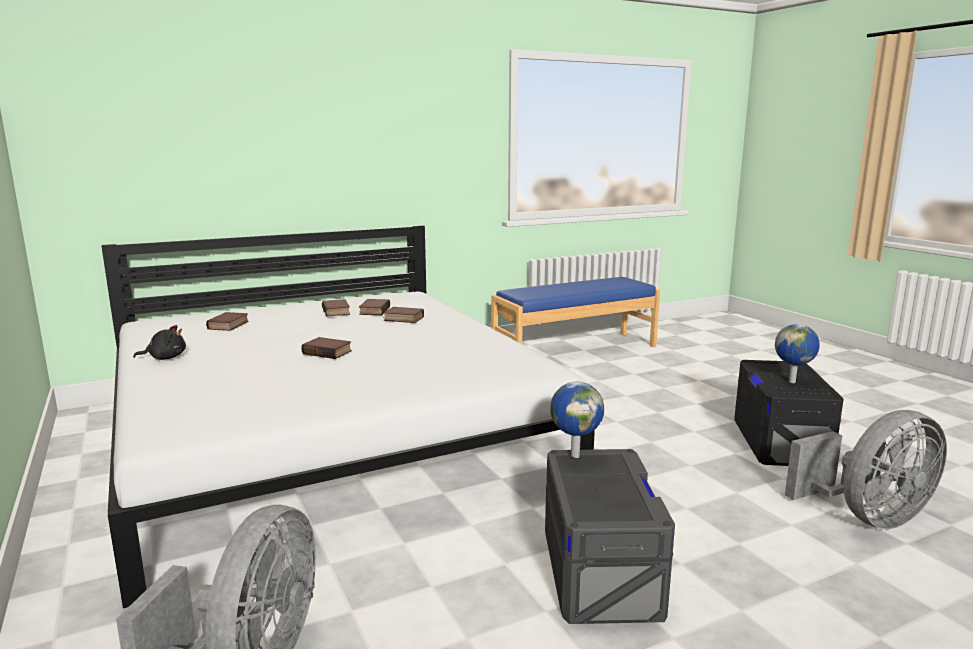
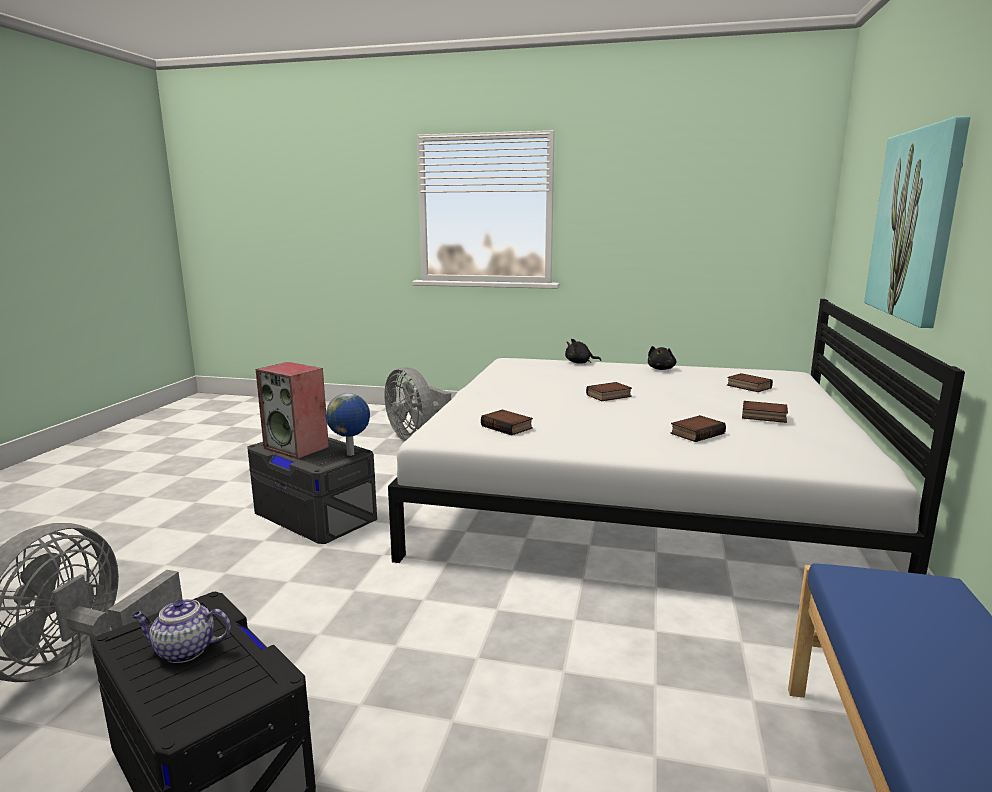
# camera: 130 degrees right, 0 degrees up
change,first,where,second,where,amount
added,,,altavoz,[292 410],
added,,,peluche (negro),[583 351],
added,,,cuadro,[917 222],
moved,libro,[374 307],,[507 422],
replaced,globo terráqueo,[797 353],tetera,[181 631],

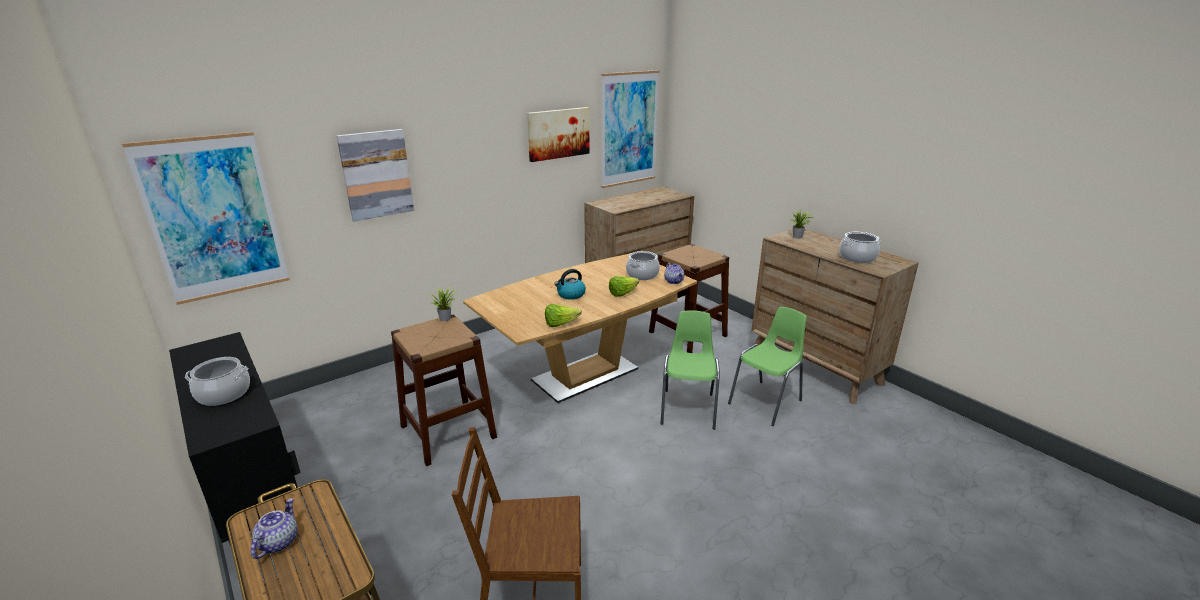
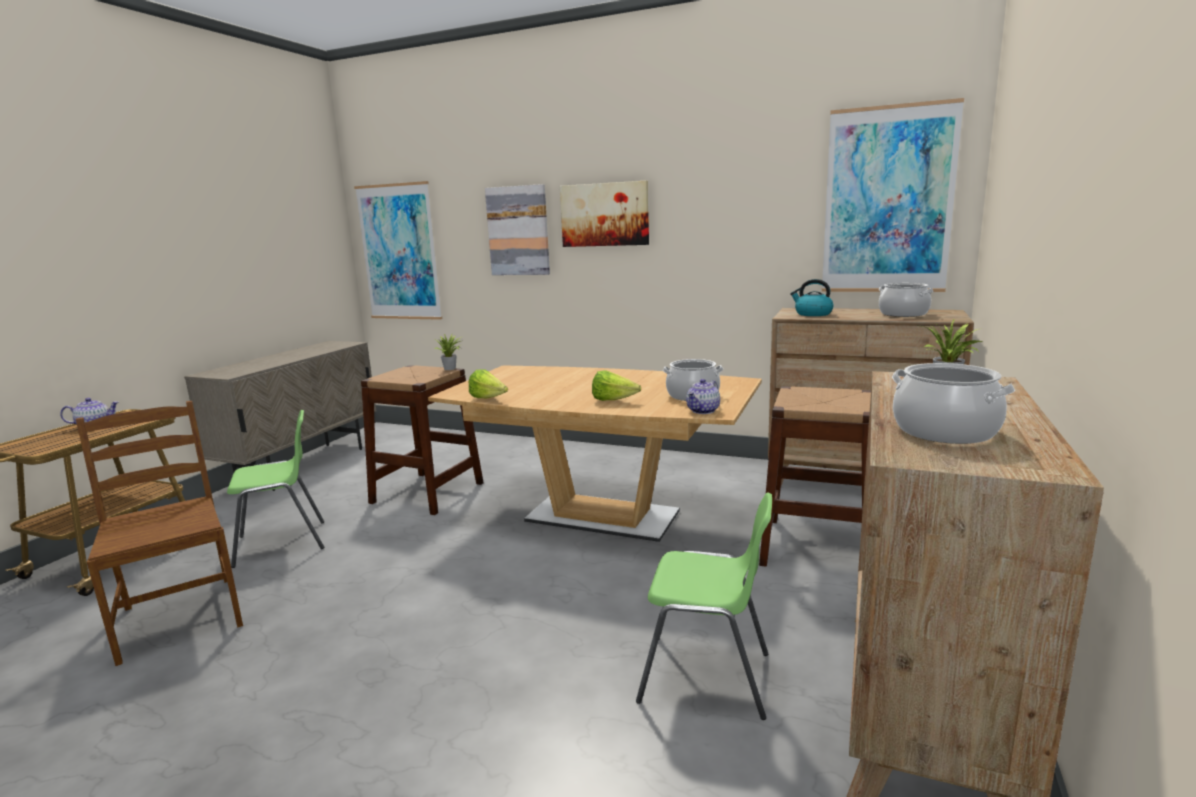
# camera: 60 degrees right, 10 degrees down
change,first,where,second,where,amount
moved,olla,[217 381],,[906 300],
moved,cuadro,[558 134],,[604 214],
moved,hervidor,[570 284],,[811 297],
moved,silla (verde),[690 370],,[275 489],
recoloured,armario (negro),[235 439],armario (beis),[280 416],

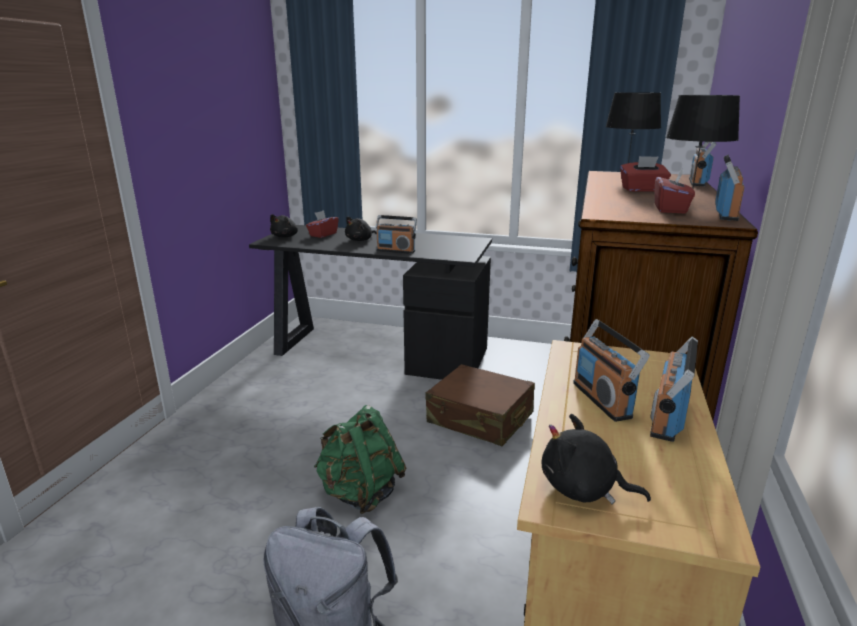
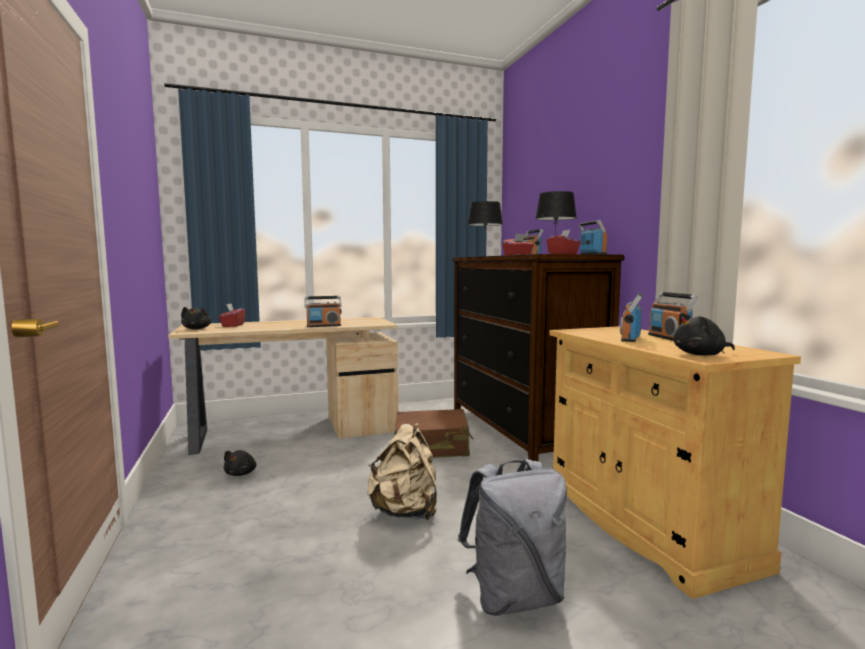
# camera: 35 degrees left, 15 degrees down
change,first,where,second,where,amount
moved,peluche (negro),[360 229],,[239 463],
recoloured,escritorio (negro),[370 302],escritorio (beis),[283 386],
recoloured,mochila (verde),[360 459],mochila (beis),[402 471],
turned,radio,[611 370],,[631 317],75 degrees clockwise

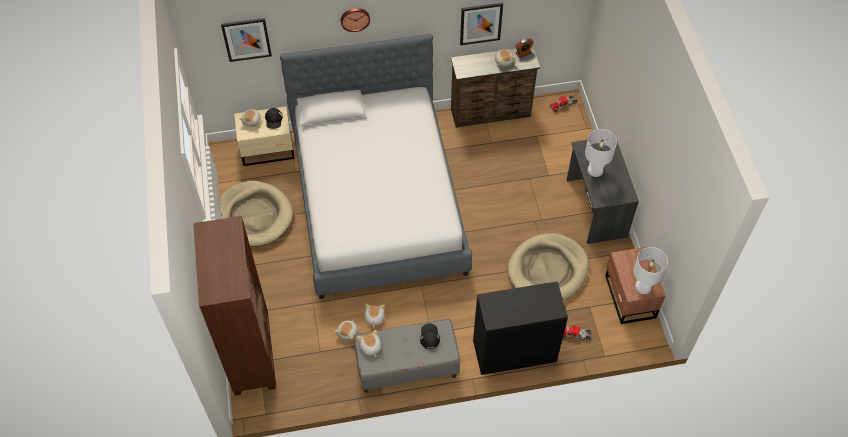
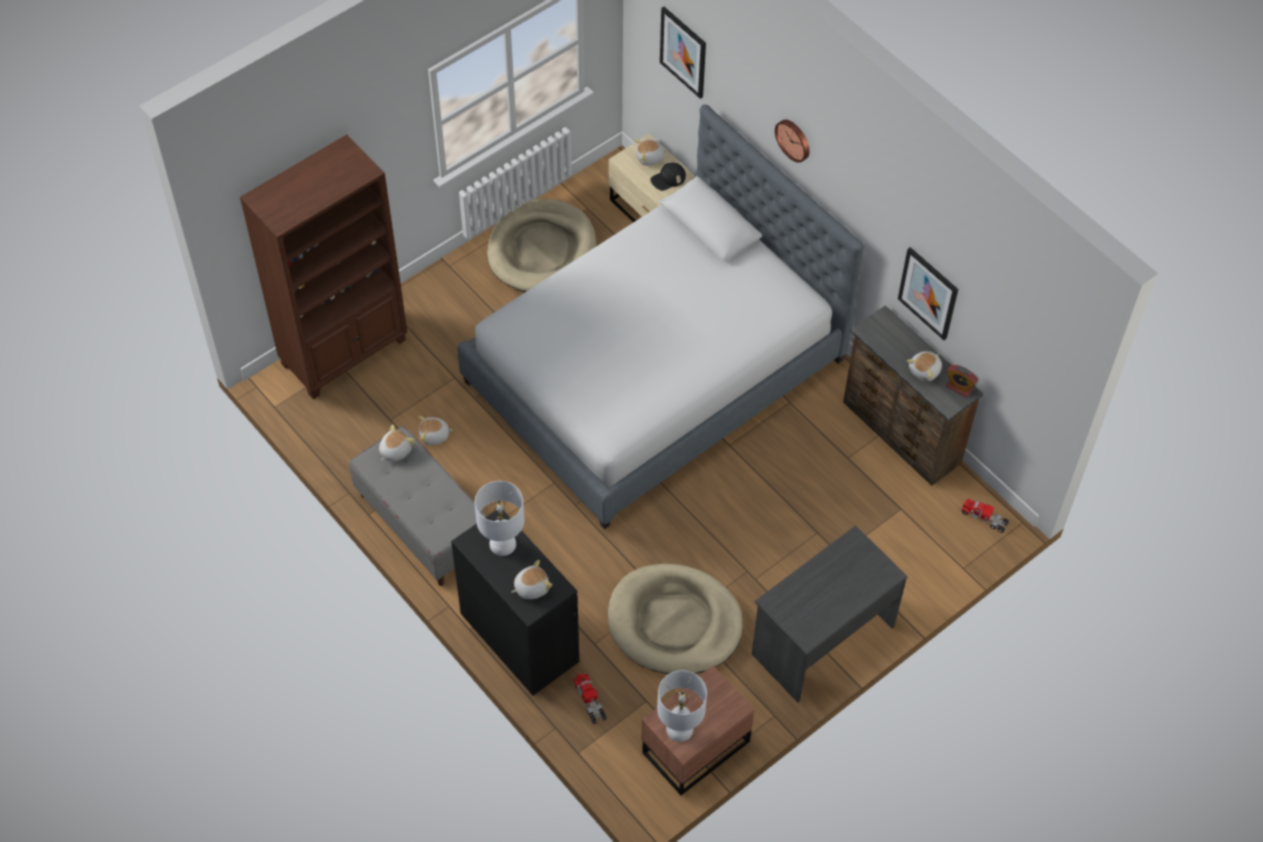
# camera: 60 degrees right, 0 degrees up
change,first,where,second,where,amount
removed,gorra (negro),[430 336],,,
moved,peluche,[375 316],,[531 579],
moved,lámpara de mesa (blanco),[601 153],,[499 518],

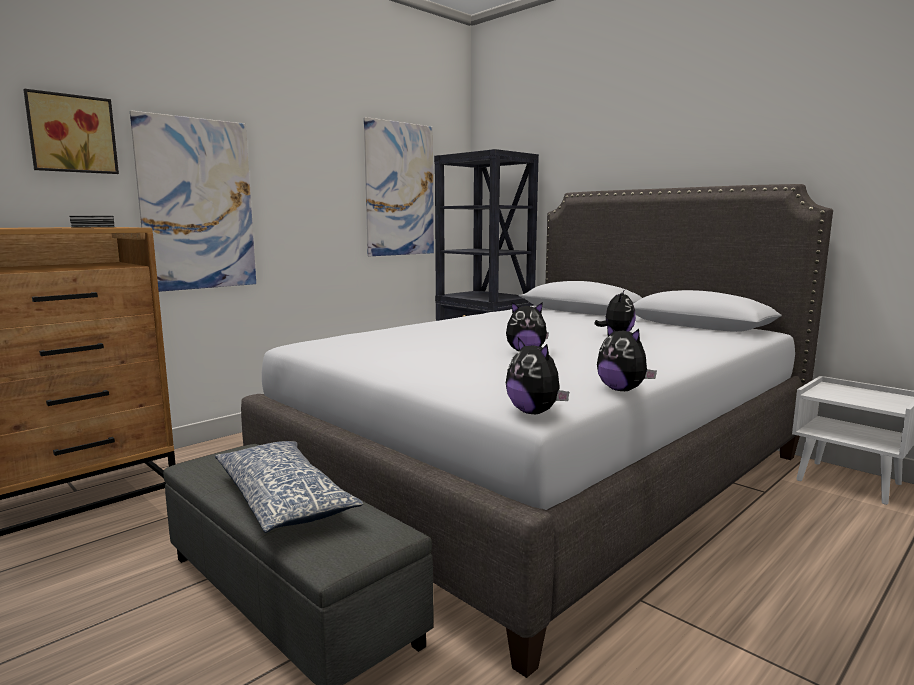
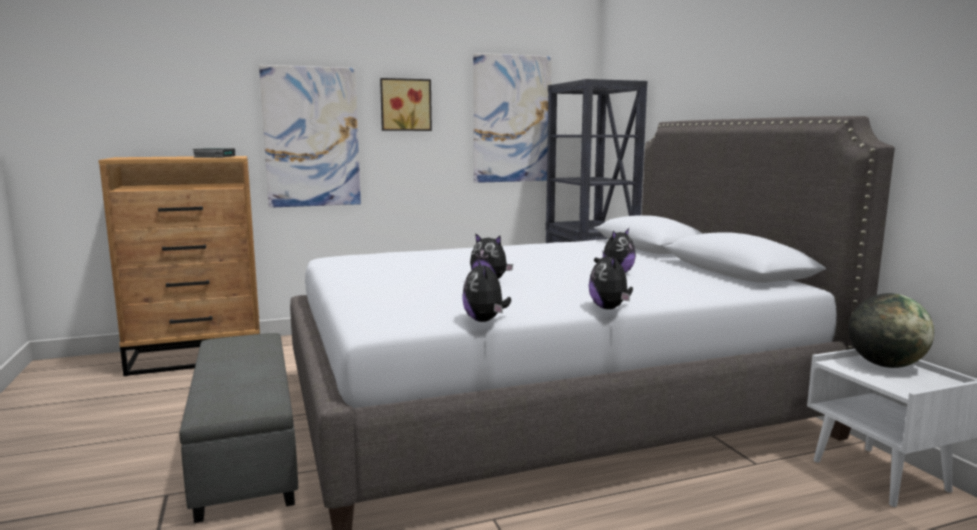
# camera: 25 degrees right, 0 degrees up
change,first,where,second,where,amount
removed,cojín,[289 487],,,
added,,,globo terráqueo,[891 330],
moved,cuadro,[71 131],,[406 104],
moved,peluche,[537 375],,[611 279],

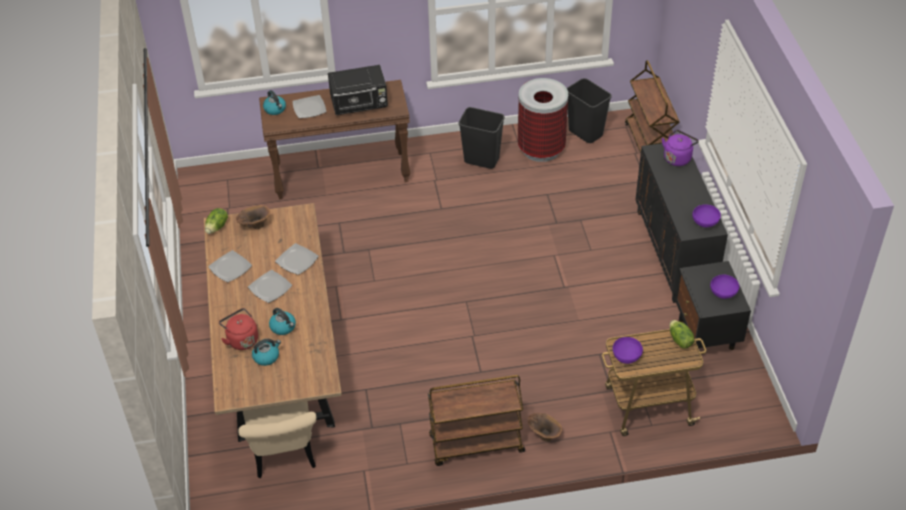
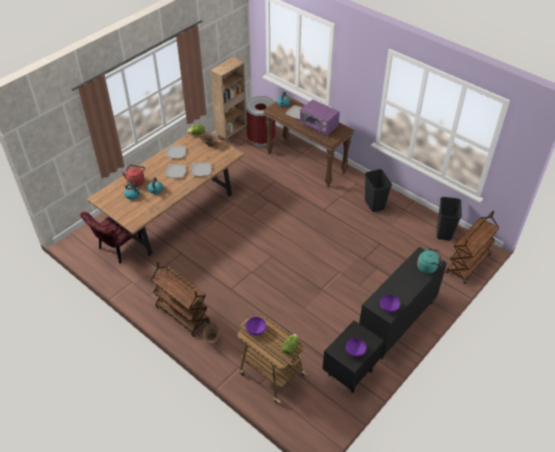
# camera: 50 degrees right, 0 degrees up
change,first,where,second,where,amount
added,,,estantería (marrón),[228 101],
moved,papelera,[543 120],,[261 121],
recoloured,silla (beis),[277 439],silla (rojo),[112 237],
recoloured,microondas (negro),[358 90],microondas (morado),[320 118],
recoloured,hervidor (morado),[680 148],hervidor (turquesa),[429 261],

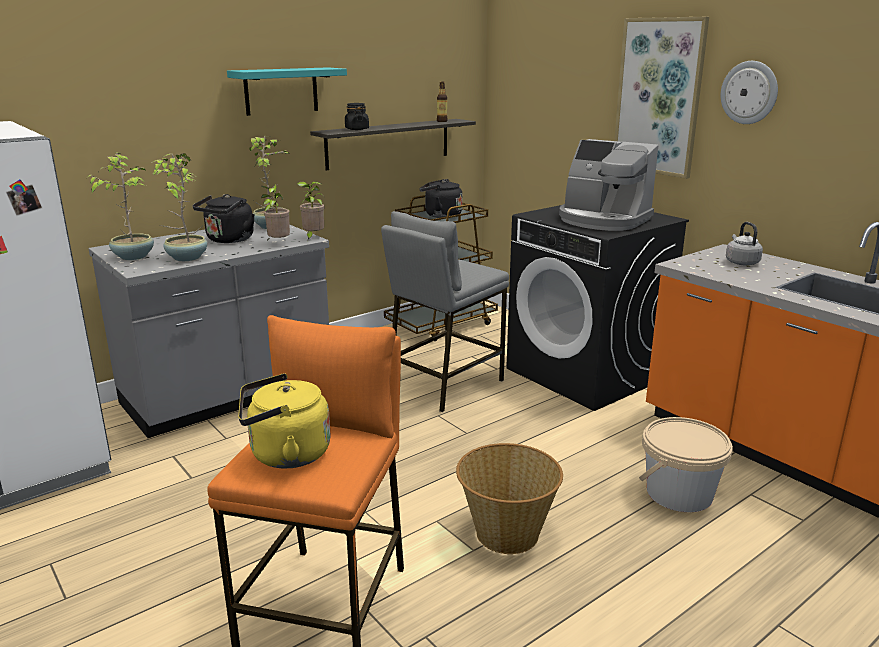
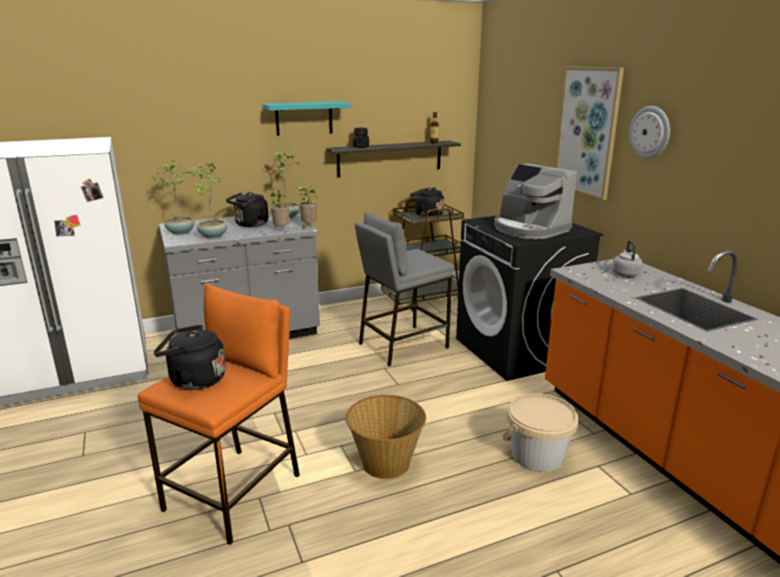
# camera: 15 degrees right, 0 degrees up
change,first,where,second,where,amount
recoloured,hervidor (amarillo),[284 421],hervidor (negro),[190 357],

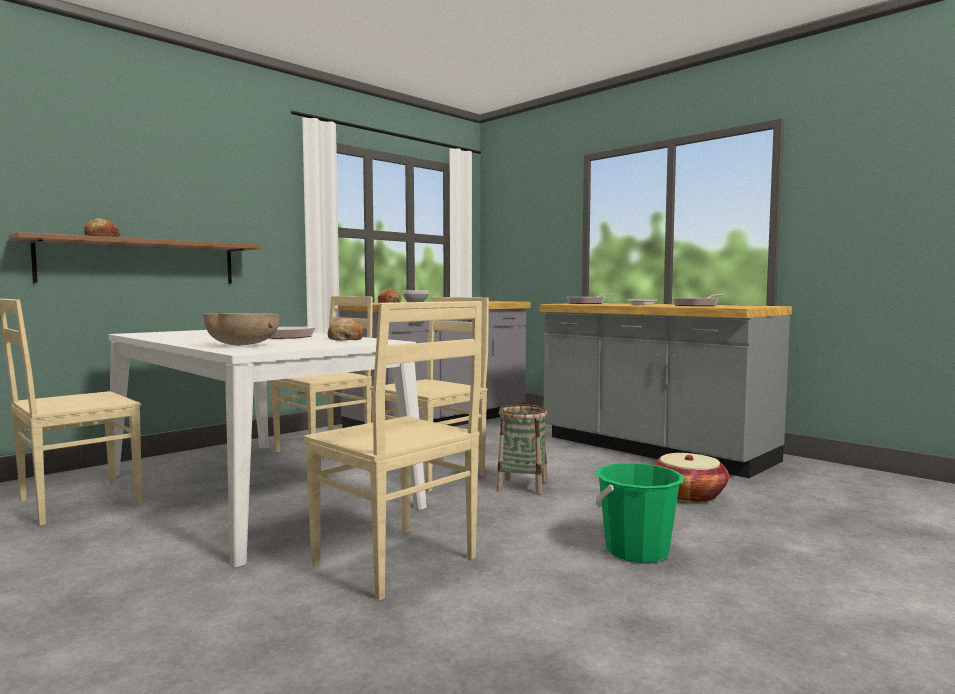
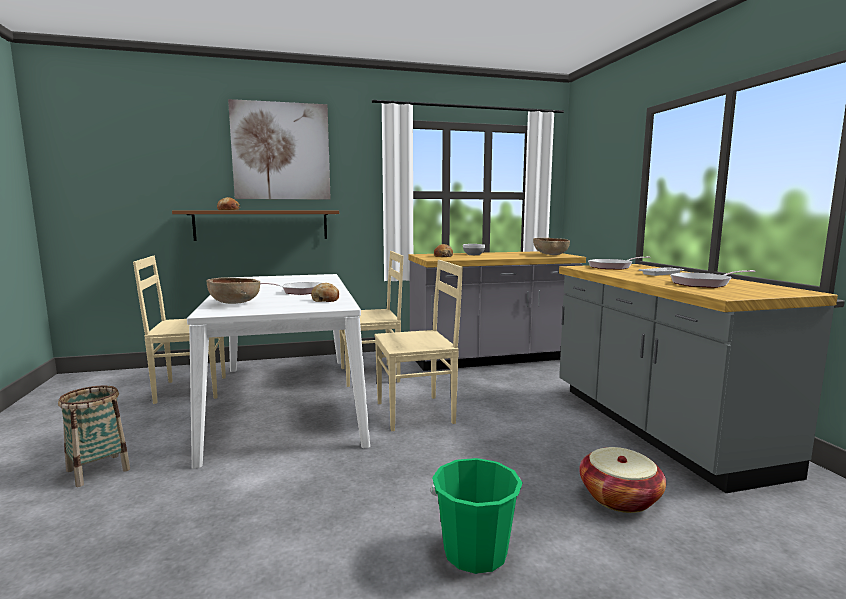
# camera: 30 degrees right, 5 degrees up
change,first,where,second,where,amount
removed,silla (beis),[393 451],,,
added,,,cuadro,[279 149],
added,,,cuenco (marrón),[551 246],
moved,cesta,[522 449],,[94 436],

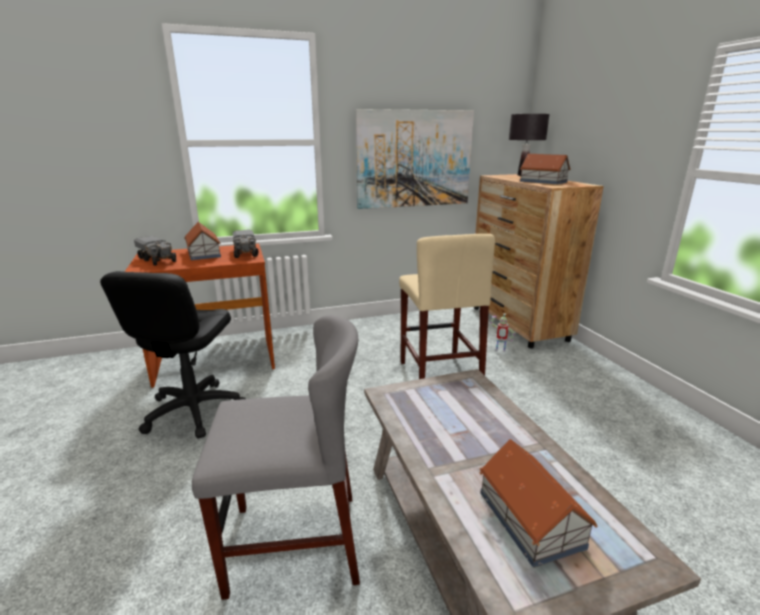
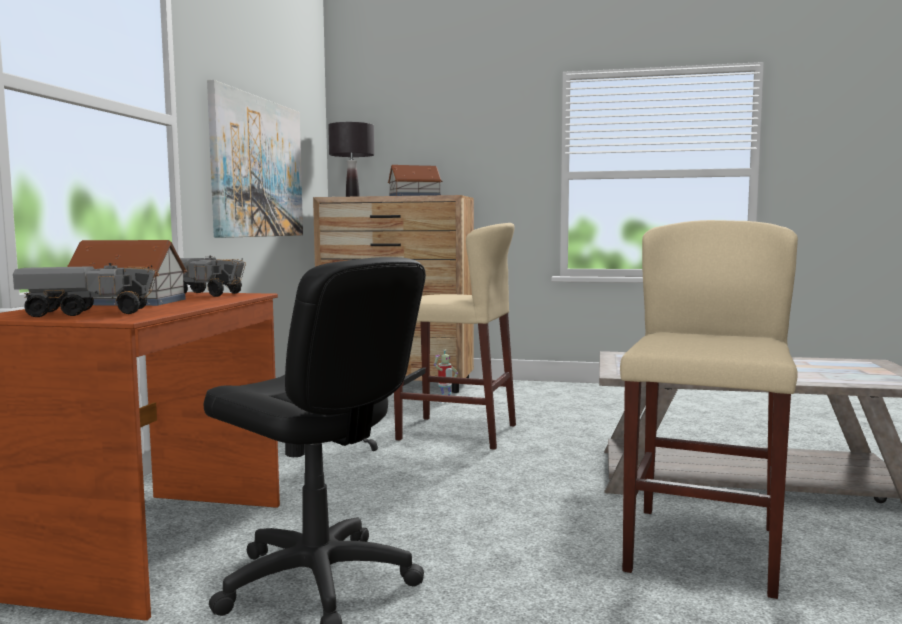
# camera: 60 degrees left, 15 degrees down
change,first,where,second,where,amount
removed,casita,[539 503],,,
replaced,silla (gris),[276 457],taburete (beis),[709 409],

